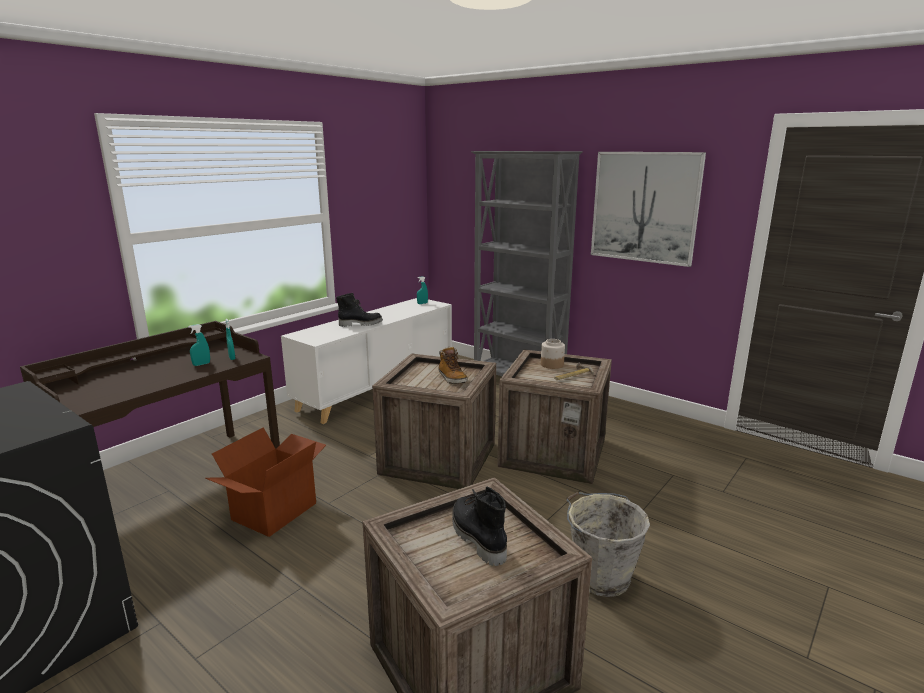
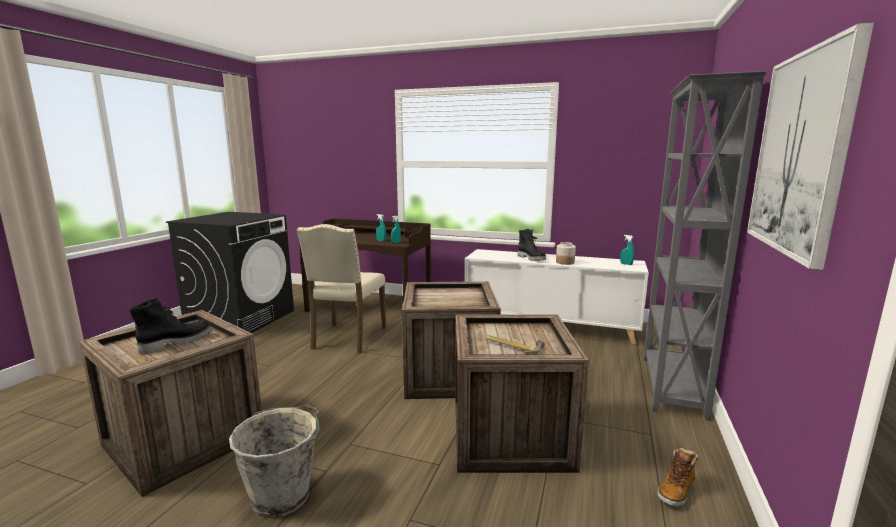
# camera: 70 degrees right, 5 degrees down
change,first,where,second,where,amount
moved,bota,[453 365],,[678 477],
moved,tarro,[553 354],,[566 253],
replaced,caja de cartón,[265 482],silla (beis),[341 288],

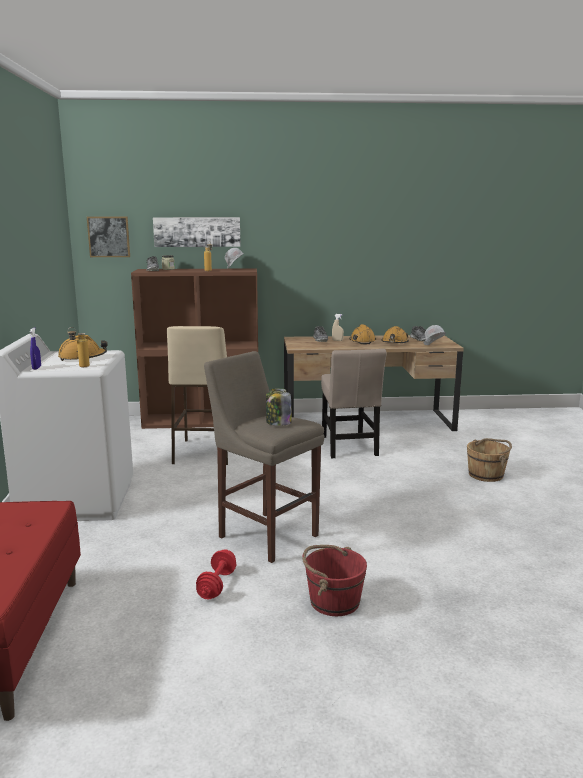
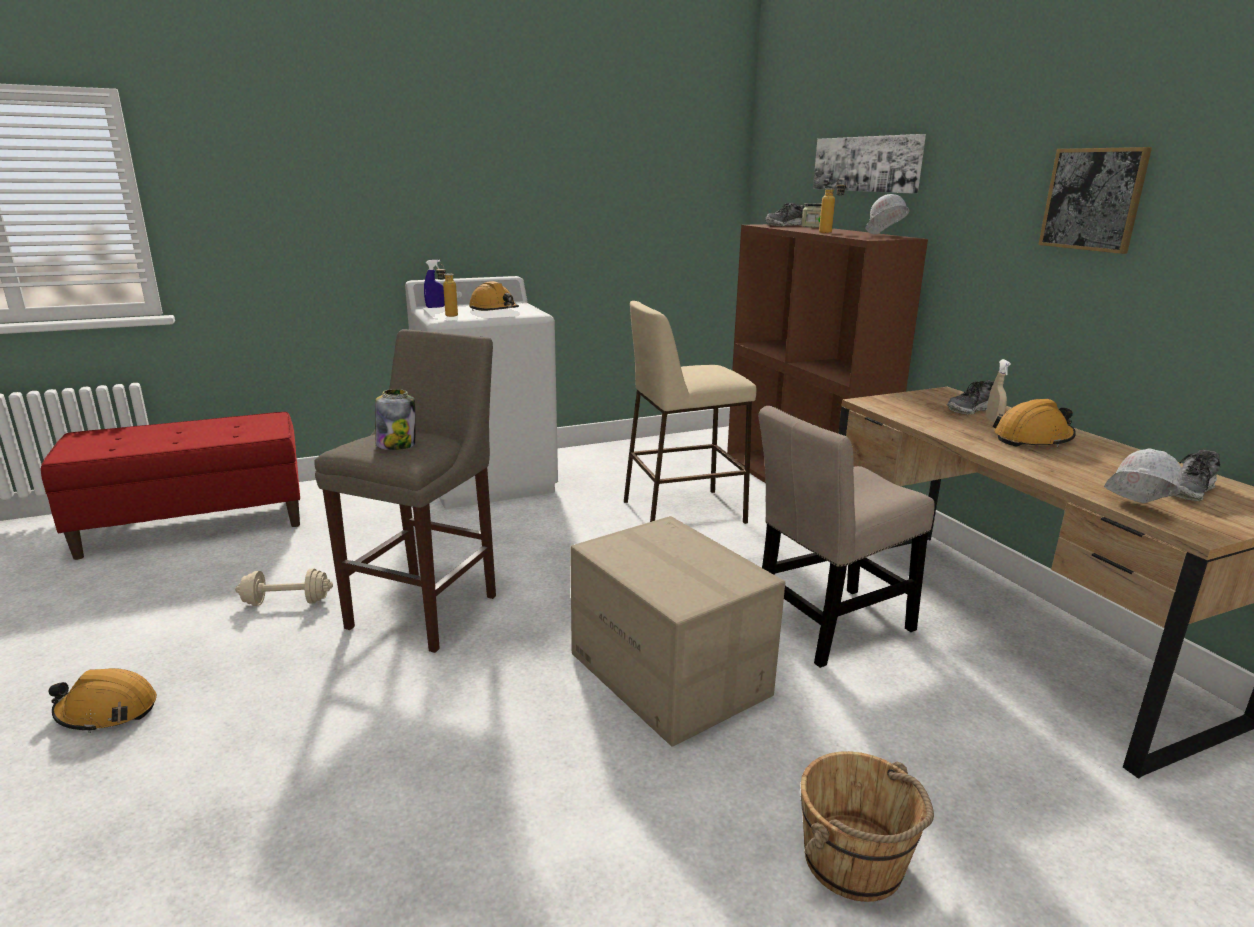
# camera: 70 degrees right, 5 degrees up
change,first,where,second,where,amount
removed,cubo (rojo),[334 580],,,
added,,,caja de cartón,[677 631],
moved,cuadro,[108 237],,[1095 200],
moved,casco (naranja),[395 334],,[102 700],
recoloured,mancuerna (rojo),[216 574],mancuerna (beis),[284 587],

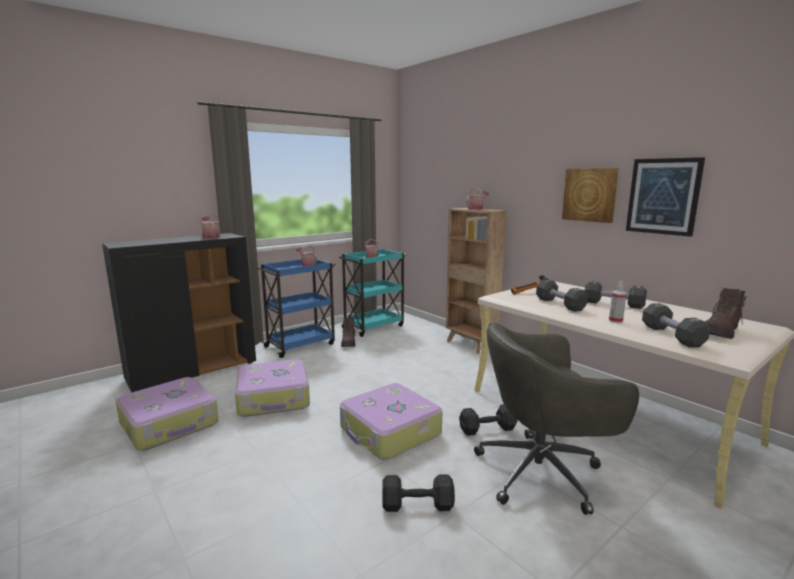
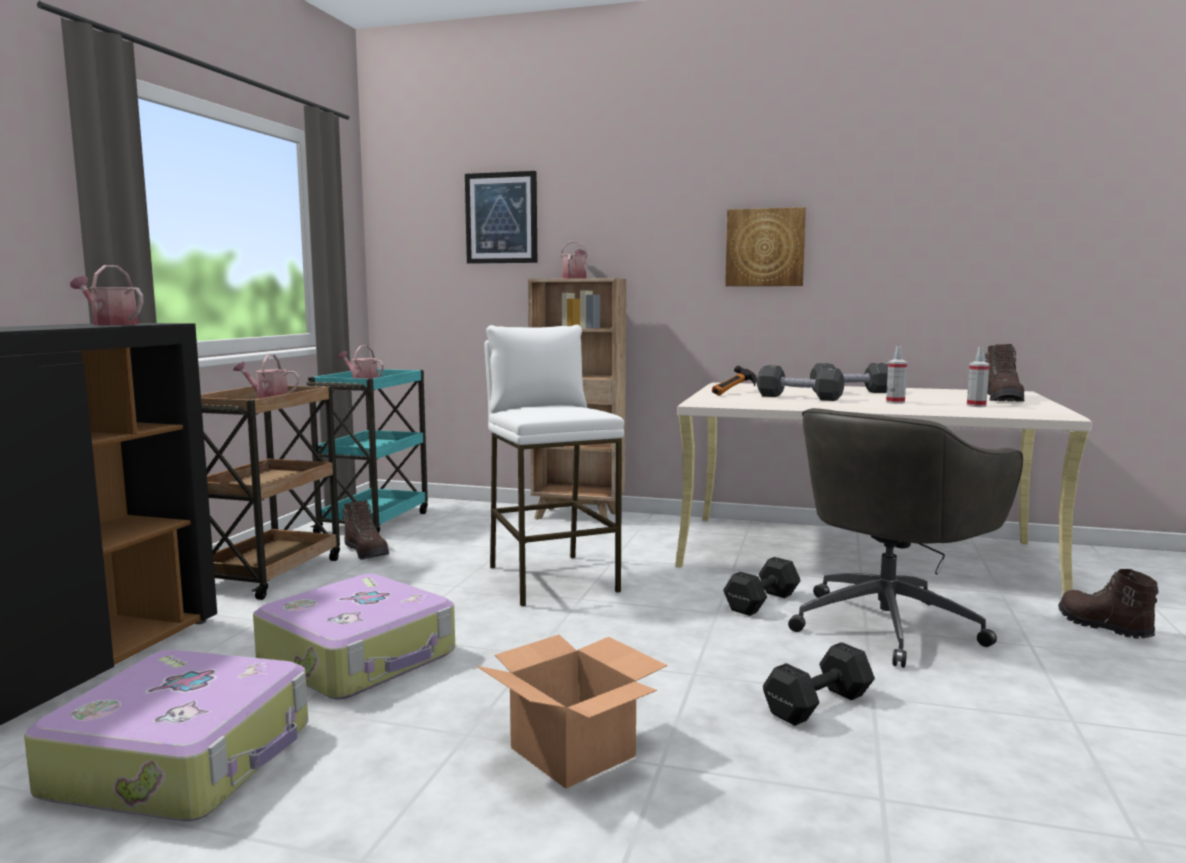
# camera: 35 degrees left, 5 degrees down
change,first,where,second,where,amount
removed,maleta,[391 421],,,
added,,,caja de cartón,[572 711],
added,,,taburete (blanco),[554 466],
added,,,bota (marrón),[1108 604],
moved,cuadro,[665 197],,[501 217],
replaced,mancuerna (negro),[676 325],pulverizador,[978 377],
recoloured,carrito (azul),[296 308],carrito (marrón),[270 492],

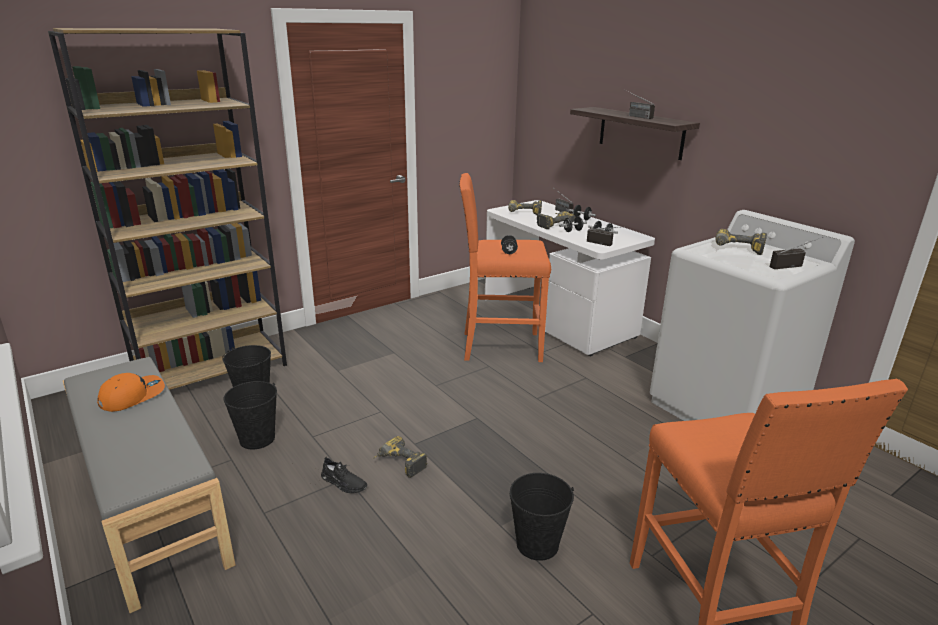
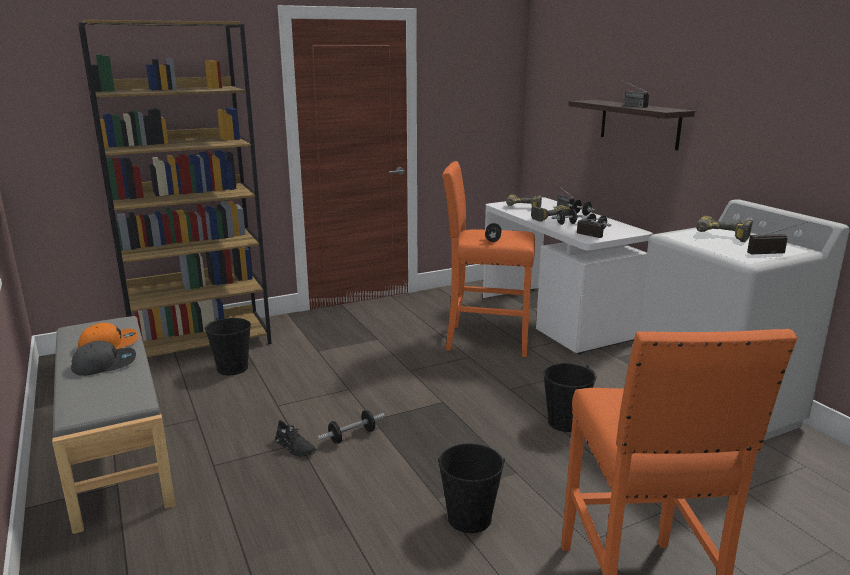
# camera: 10 degrees right, 5 degrees down
change,first,where,second,where,amount
added,,,gorra (gris),[103 358],
moved,cubo (negro),[250 415],,[570 397],
replaced,taladro,[399 457],mancuerna,[351 427],

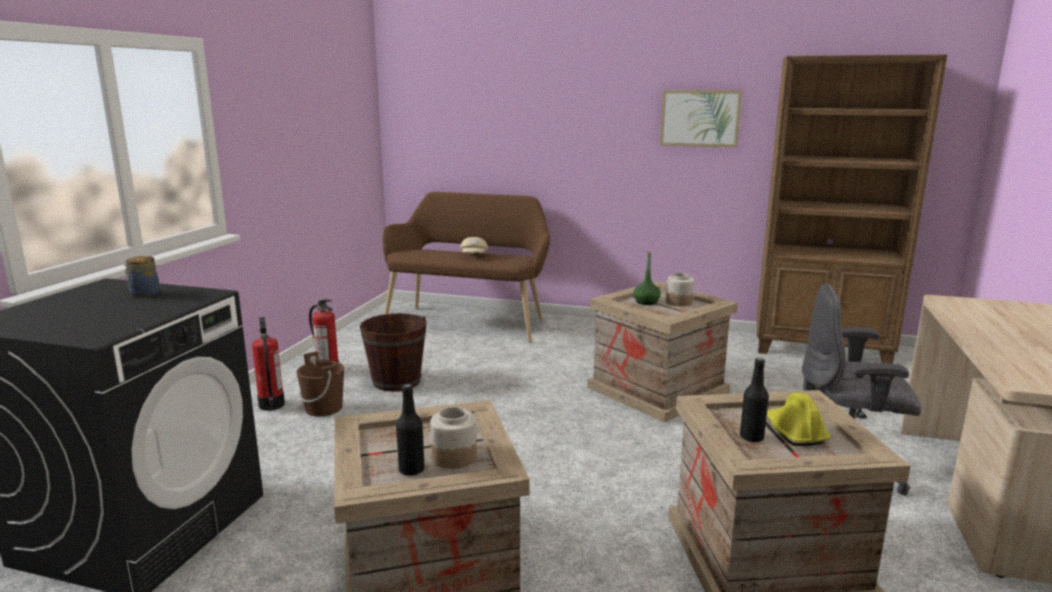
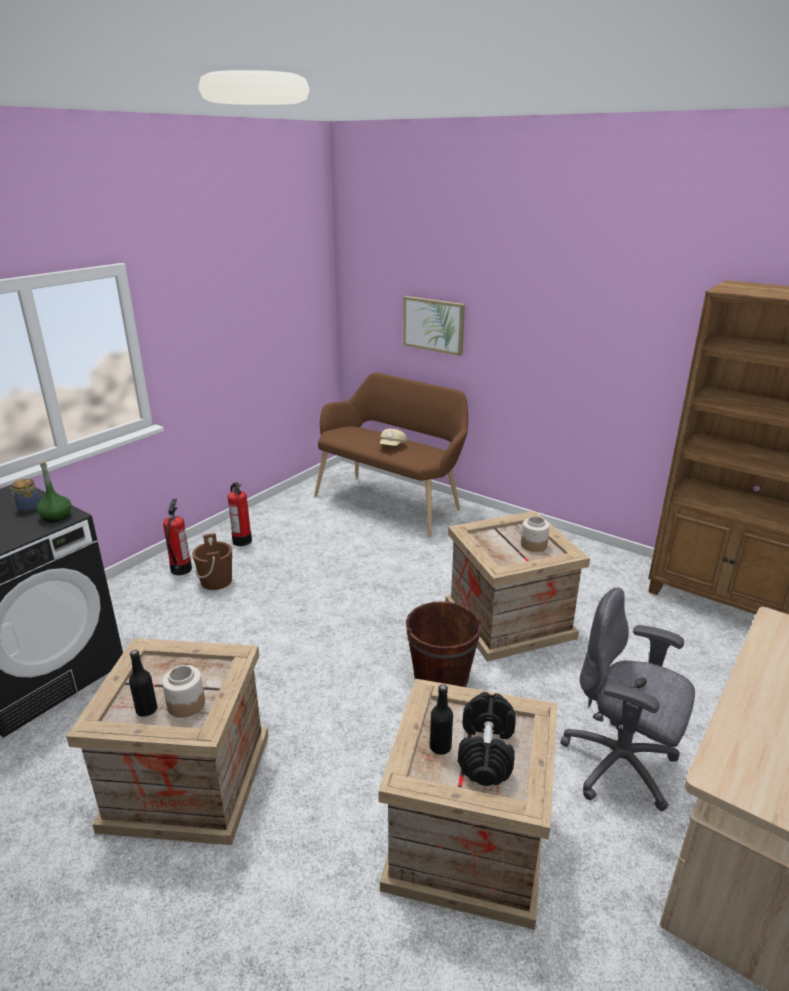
# camera: 20 degrees right, 10 degrees up
change,first,where,second,where,amount
moved,cubo (marrón),[393 352],,[444 644],
moved,botella (verde),[647 278],,[54 491],
moved,cuadro,[701 118],,[434 326],
replaced,casco (amarillo),[799 419],mancuerna (negro),[487 739],

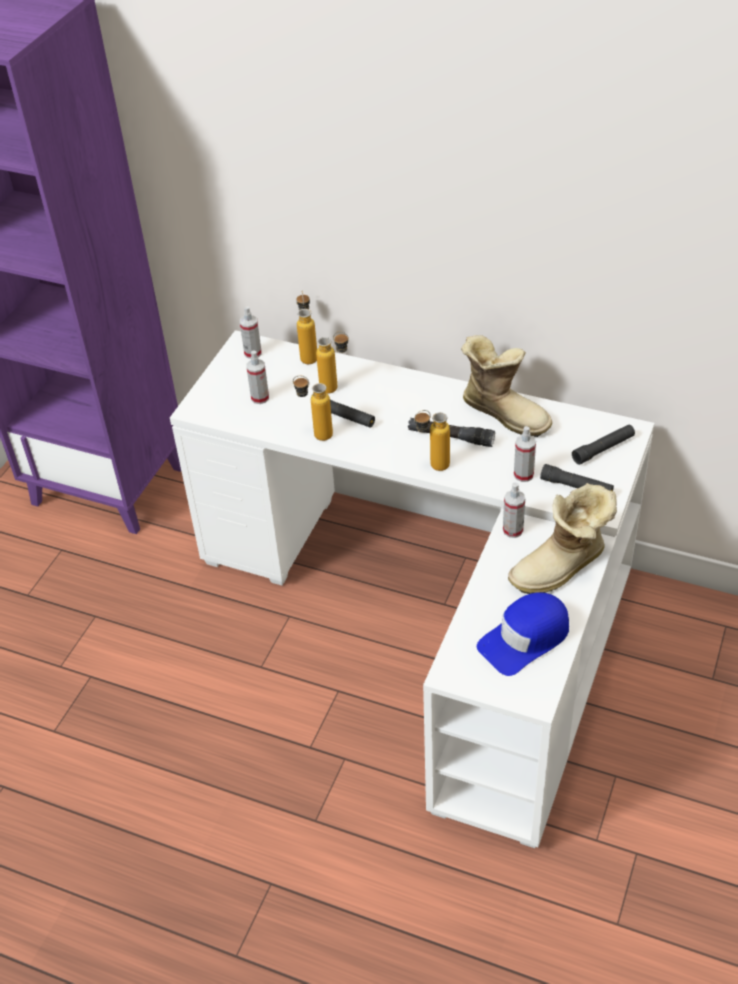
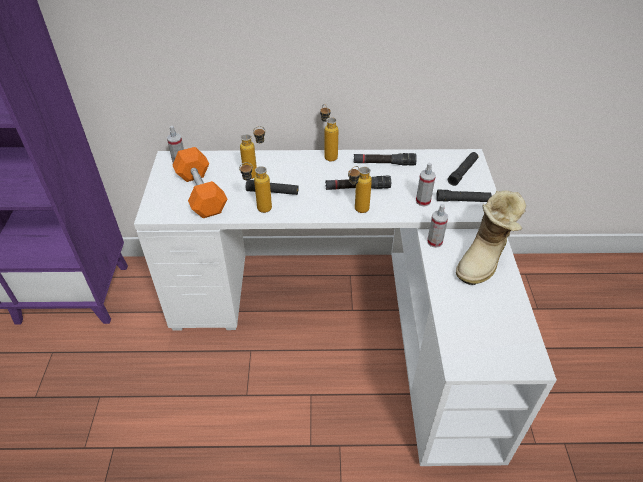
# camera: 25 degrees left, 0 degrees up
change,first,where,second,where,amount
removed,gorra (azul),[523 634],,,
moved,botella,[306 327],,[329 132],
replaced,pulverizador,[257 377],mancuerna (naranja),[199 182],
replaced,bota,[506 386],linterna (negro),[385 159],

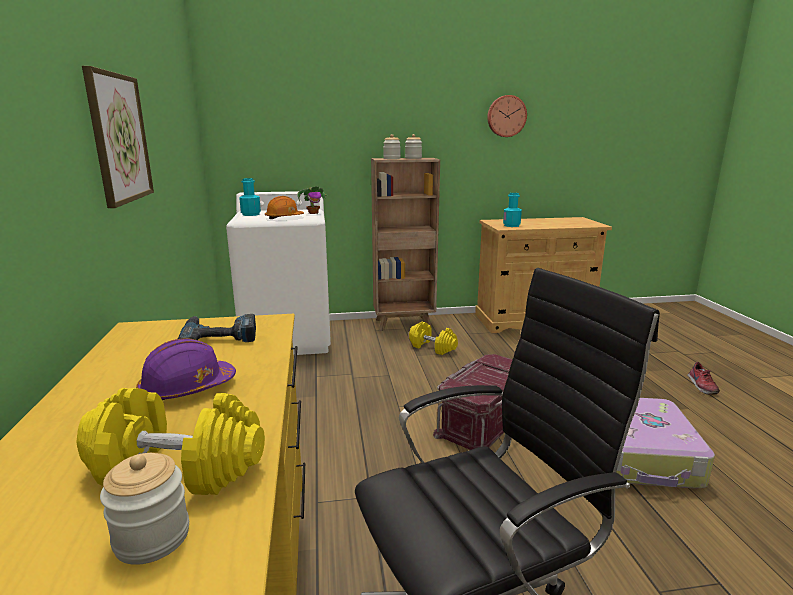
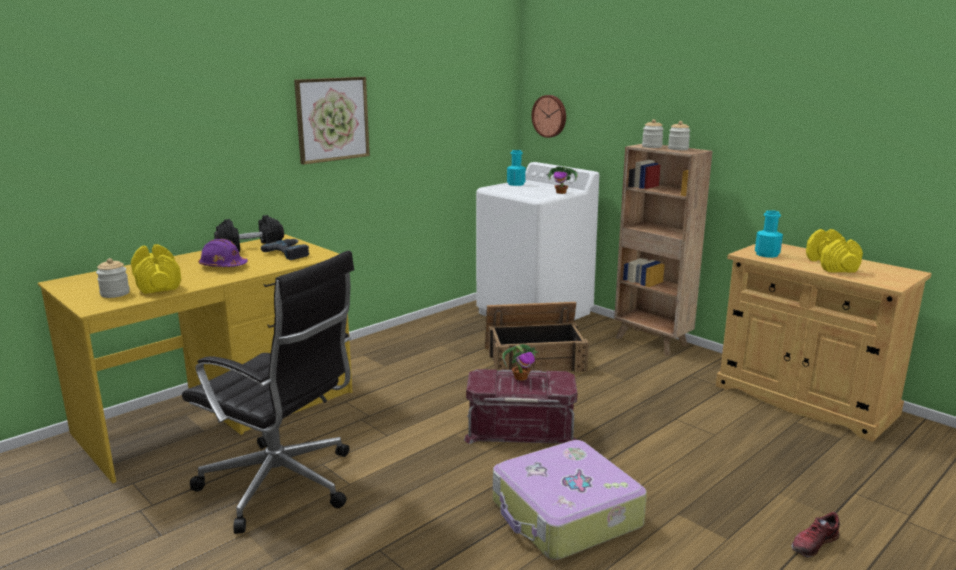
# camera: 55 degrees right, 0 degrees up
change,first,where,second,where,amount
removed,casco (naranja),[284 207],,,
added,,,mancuerna (negro),[249 233],
added,,,caja de embalaje,[537 337],
added,,,planta en maceta,[520 362],
moved,mancuerna (amarillo),[433 338],,[834 250],
moved,reloj de pared,[507 116],,[549 116],

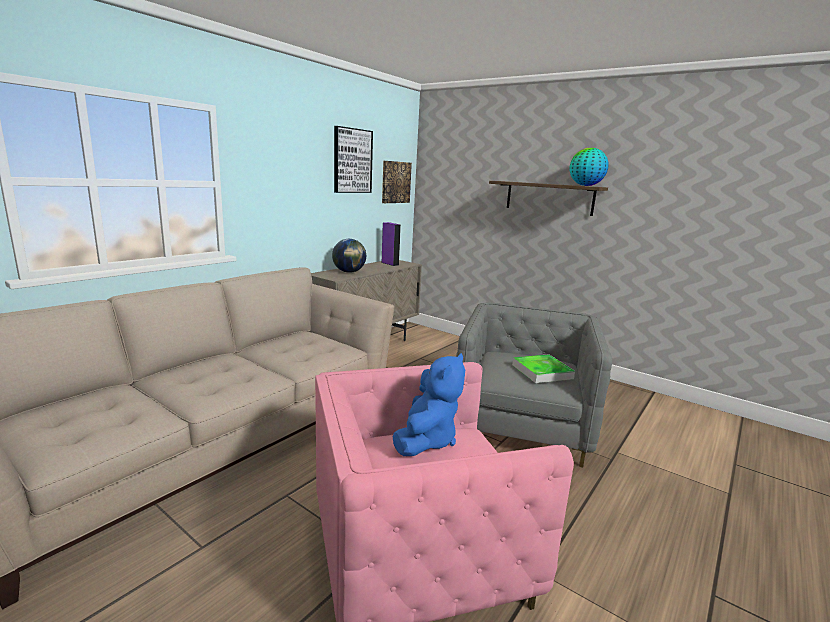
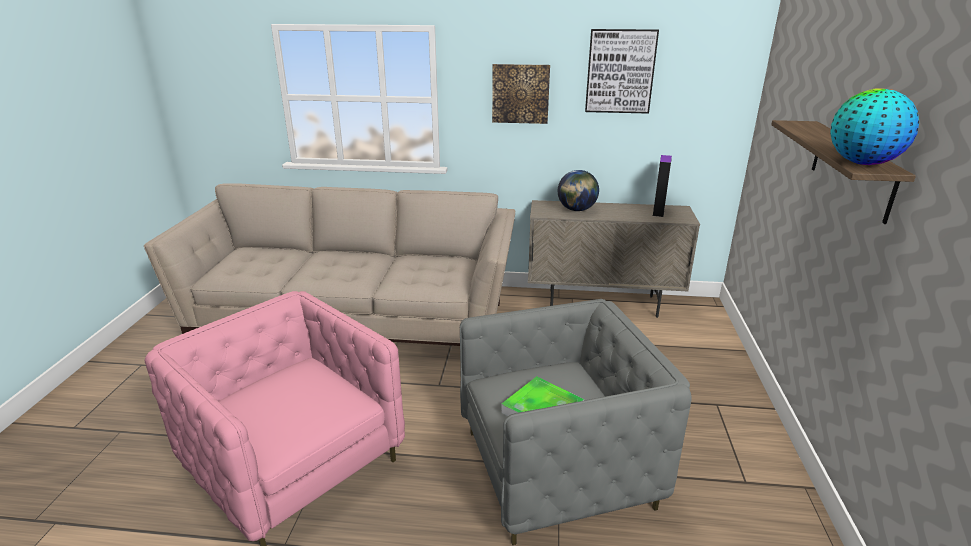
# camera: 60 degrees right, 10 degrees up
change,first,where,second,where,amount
removed,peluche (azul),[429 404],,,
moved,cuadro,[397 182],,[521 94],

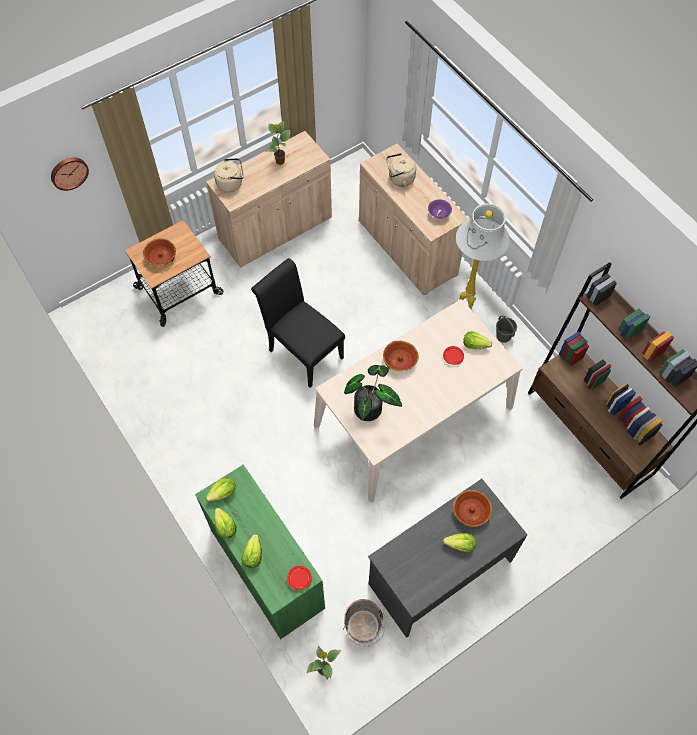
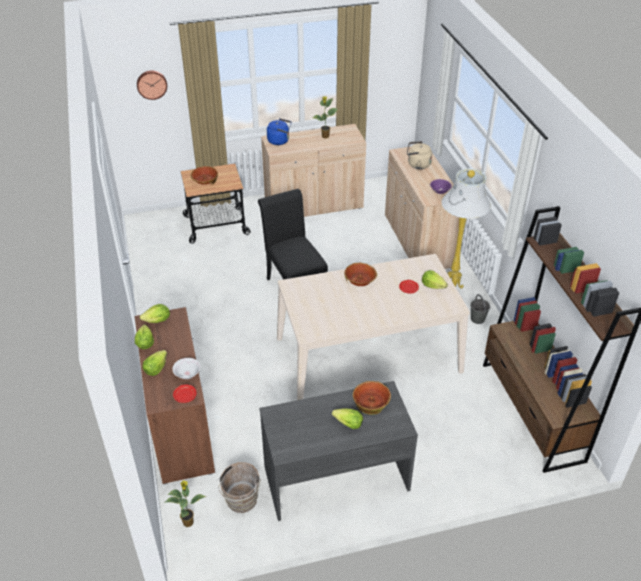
# camera: 20 degrees right, 20 degrees down
change,first,where,second,where,amount
removed,planta en maceta,[373 393],,,
added,,,cuenco (blanco),[186 368],
recoloured,armario (verde),[260 552],armario (marrón),[175 396],
recoloured,hervidor (beis),[229 175],hervidor (azul),[279 131],

